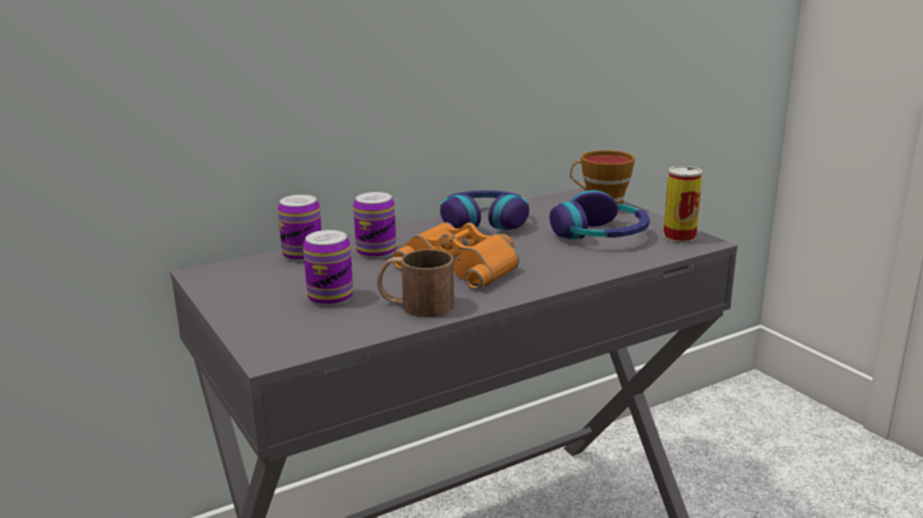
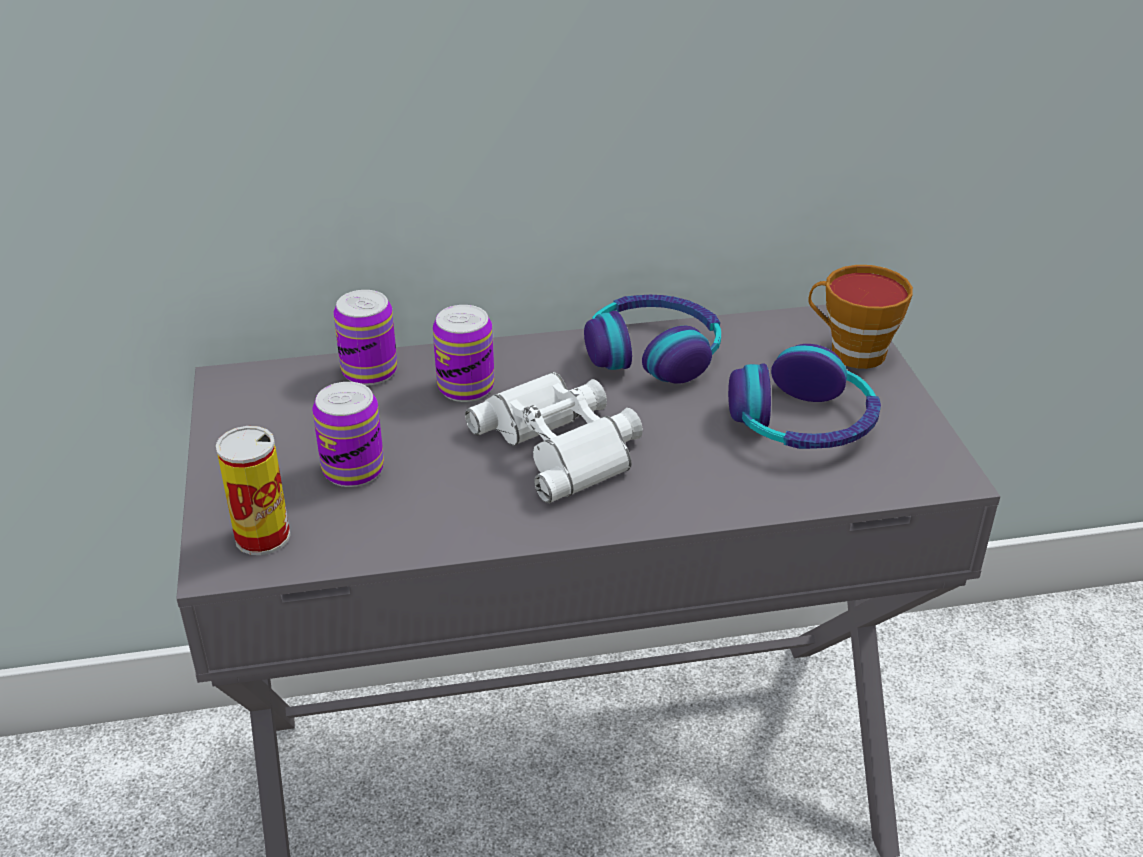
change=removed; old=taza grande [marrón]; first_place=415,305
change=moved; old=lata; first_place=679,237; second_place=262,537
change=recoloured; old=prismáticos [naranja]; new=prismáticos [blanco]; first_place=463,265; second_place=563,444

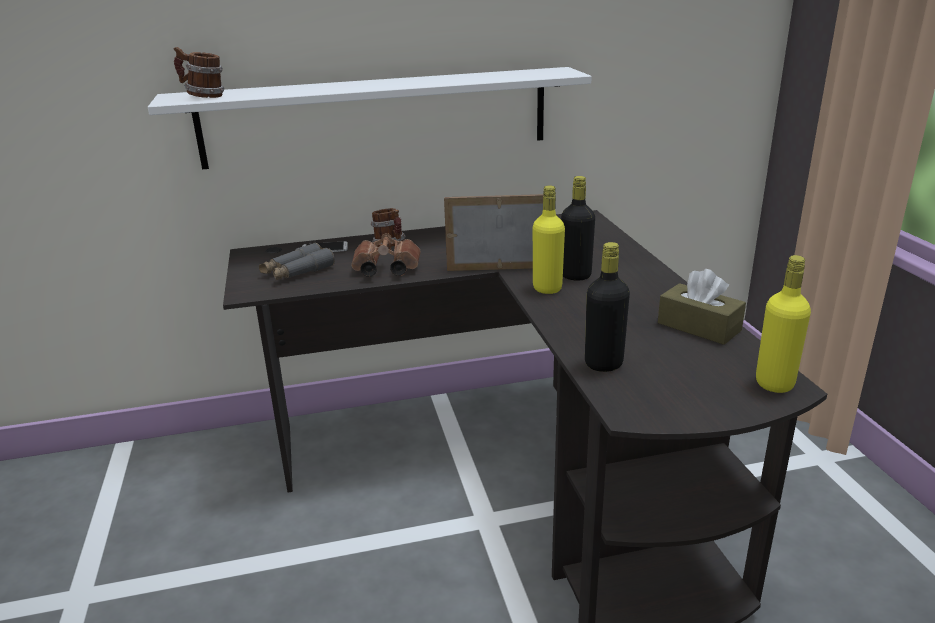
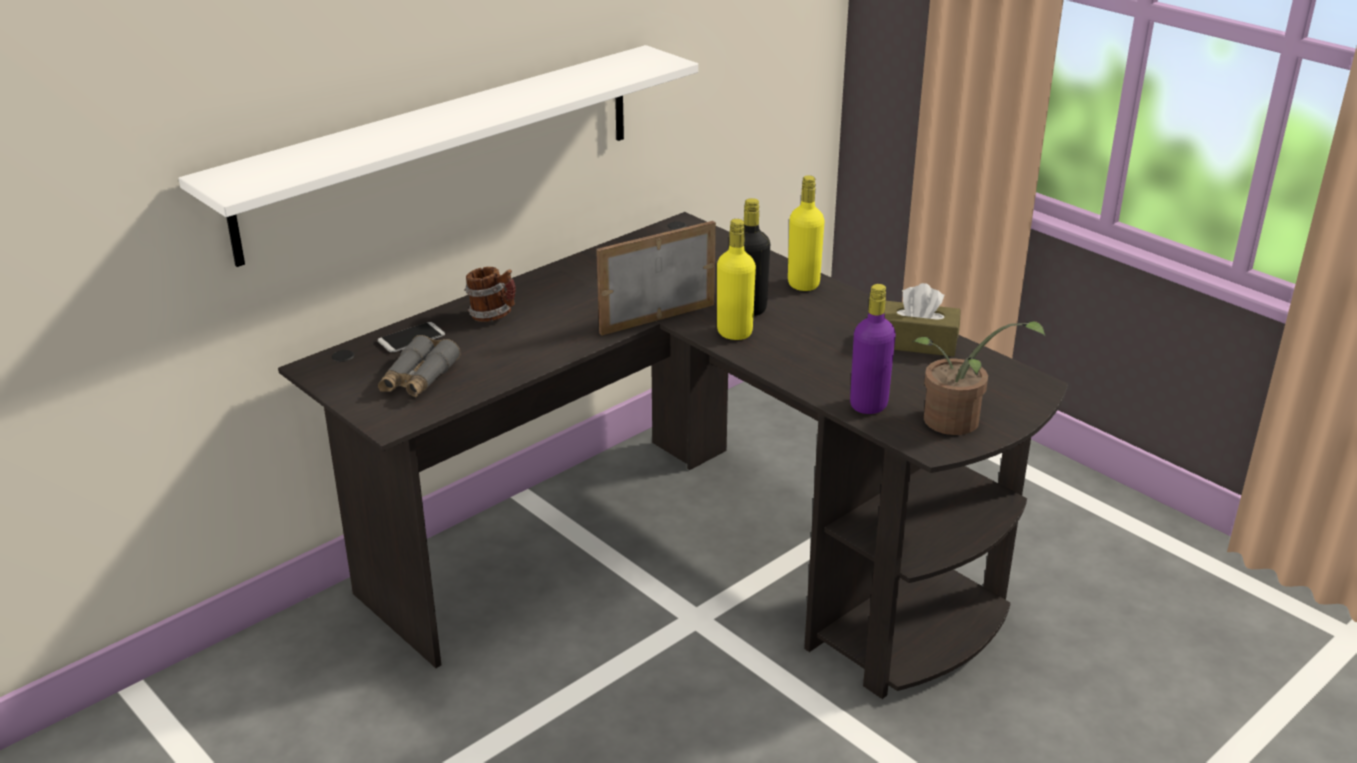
change=removed; old=taza grande; first_place=203,96
change=removed; old=prismáticos [marrón]; first_place=384,271
change=added; new=planta en maceta; second_place=957,424
change=moved; old=botella [amarillo]; first_place=774,383; second_place=803,284
change=recoloured; old=botella [negro]; new=botella [morado]; first_place=603,364; second_place=868,405

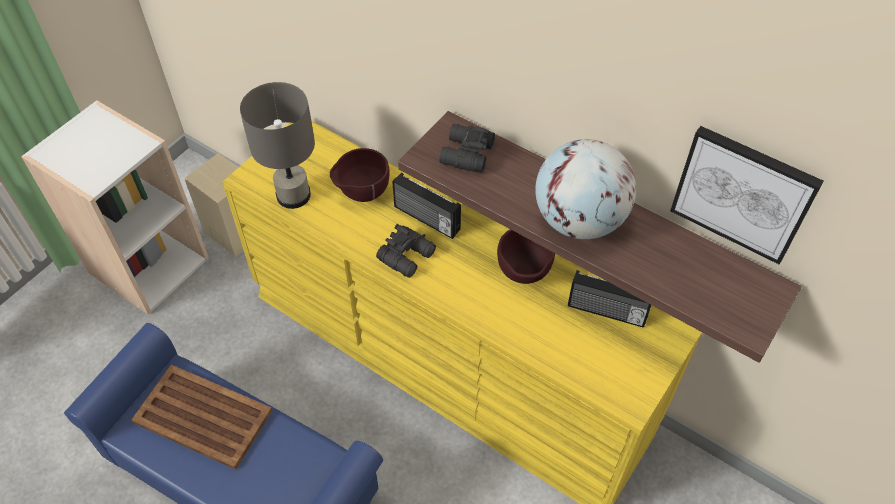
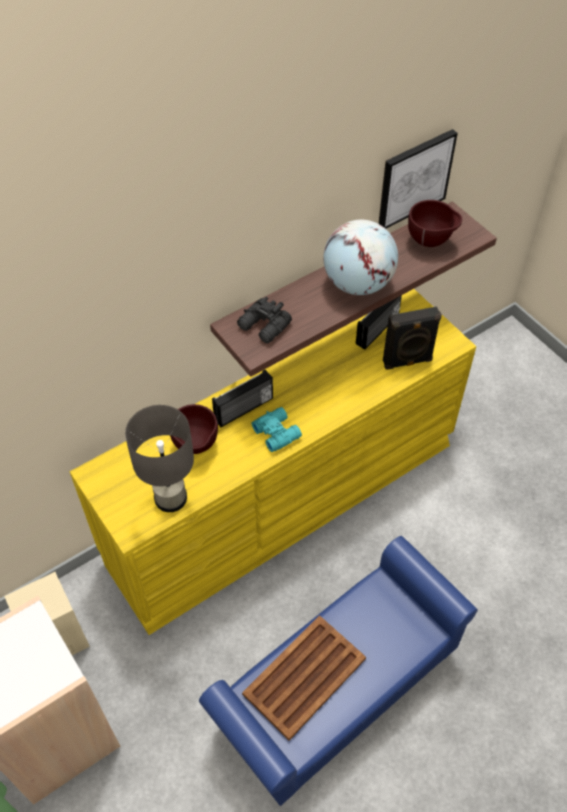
change=added; new=altavoz [negro]; second_place=407,362
change=moved; old=cuenco [marrón]; first_place=523,275; second_place=430,242
change=recoloured; old=prismáticos [negro]; new=prismáticos [turquesa]; first_place=408,256; second_place=277,432

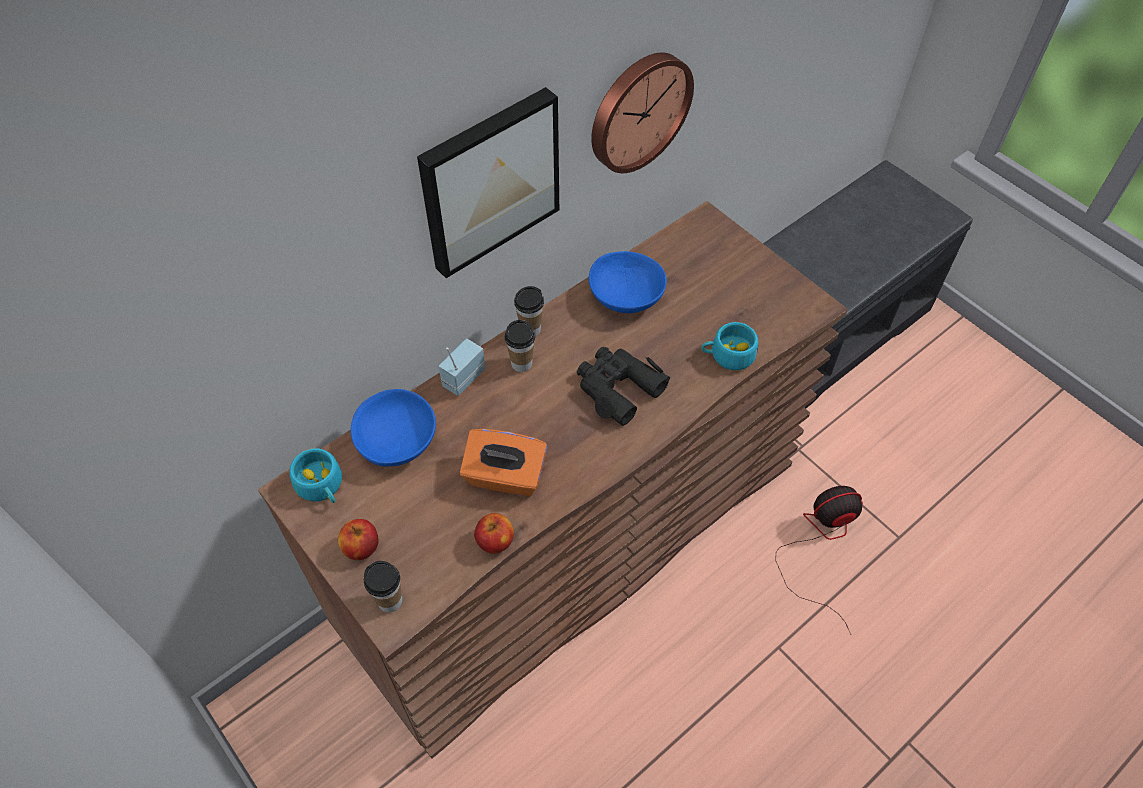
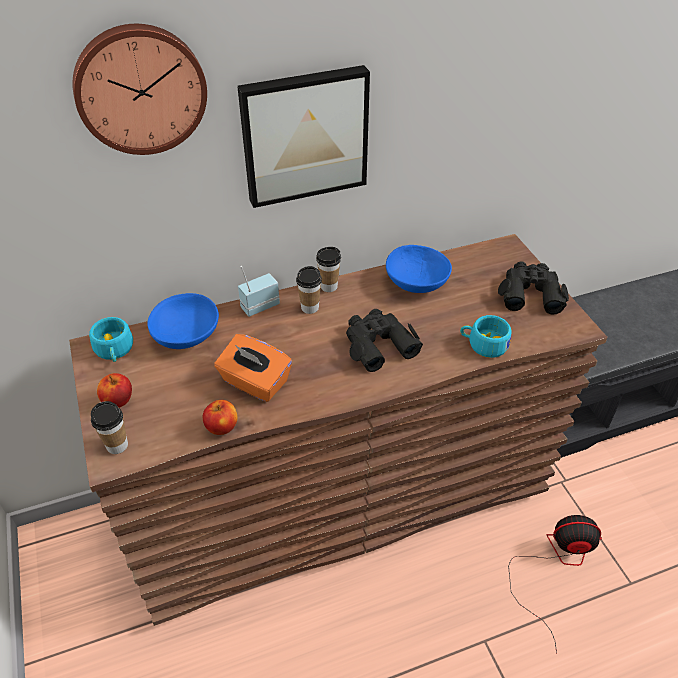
change=added; new=prismáticos [negro]; second_place=530,293
change=moved; old=reloj de pared; first_place=638,110; second_place=140,89

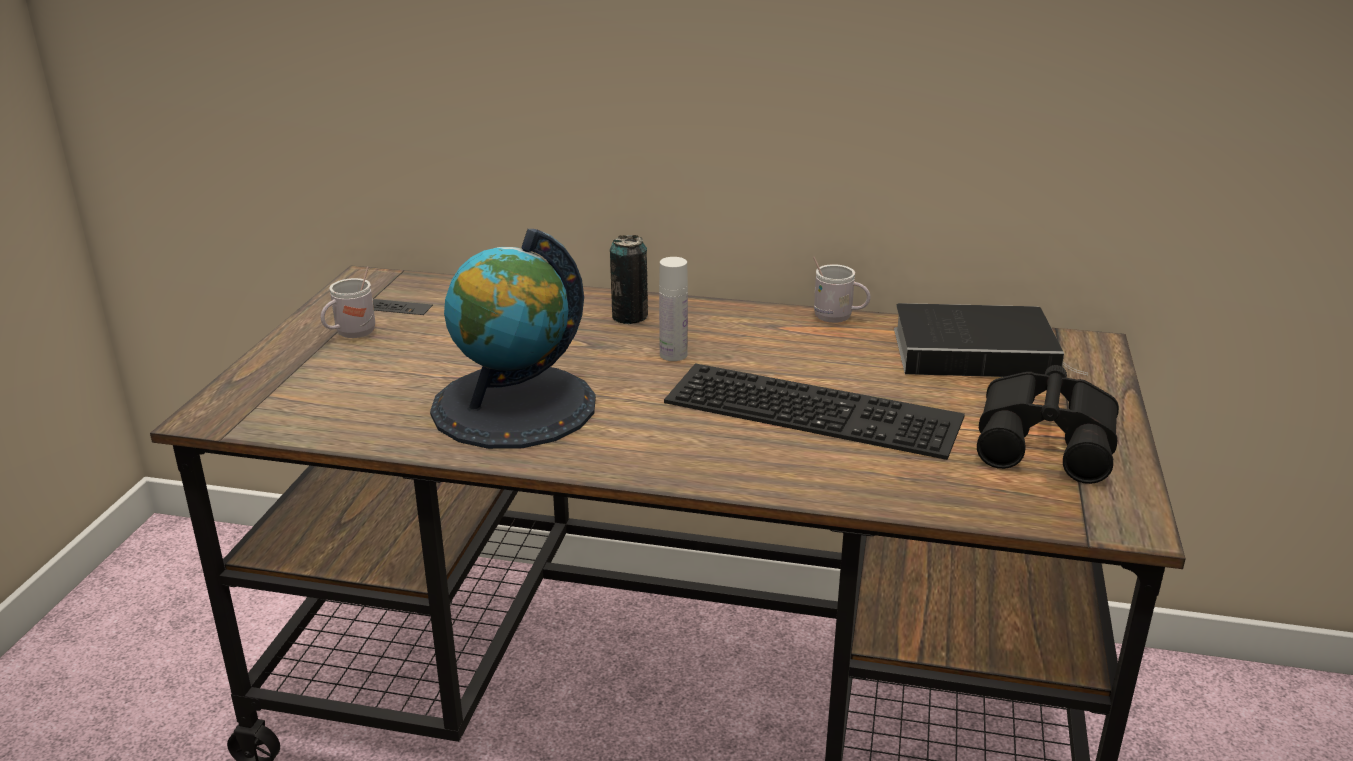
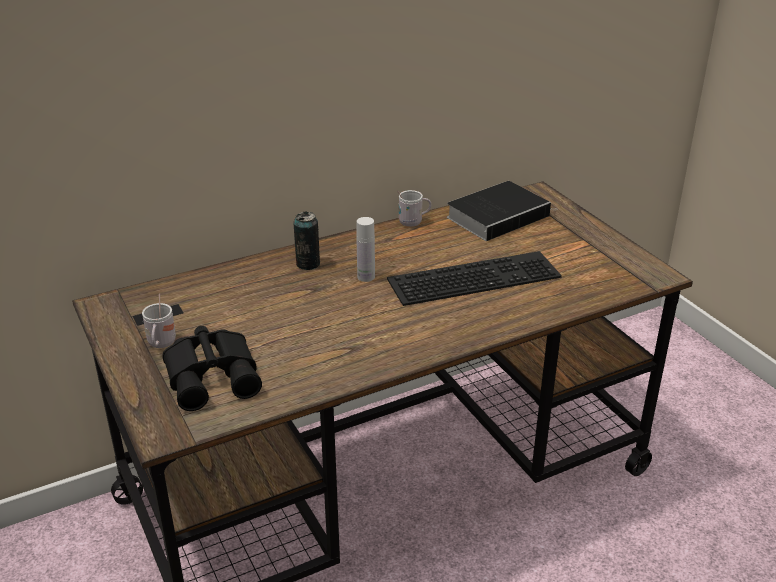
change=removed; old=globo terráqueo; first_place=514,406
change=moved; old=prismáticos [negro]; first_place=1049,439; second_place=214,375

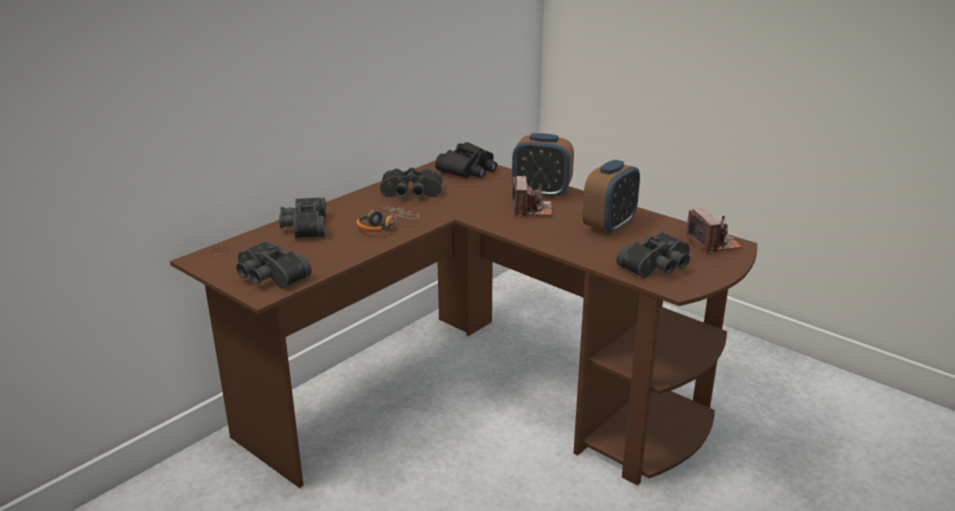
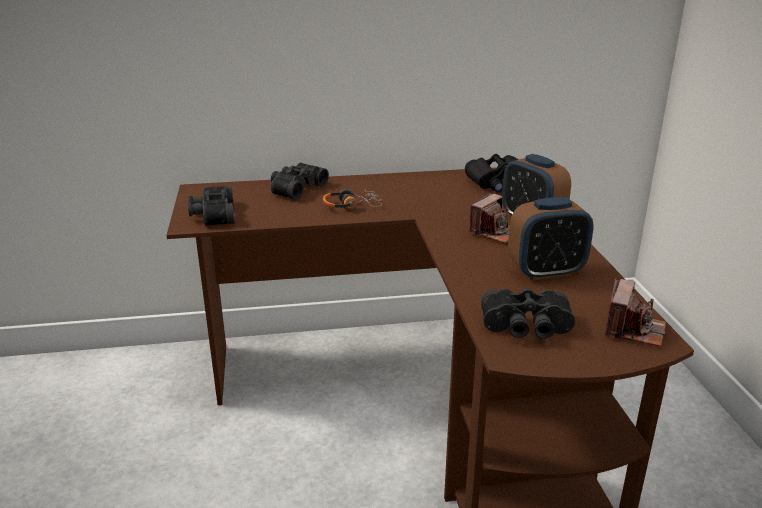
change=removed; old=prismáticos [negro]; first_place=411,194

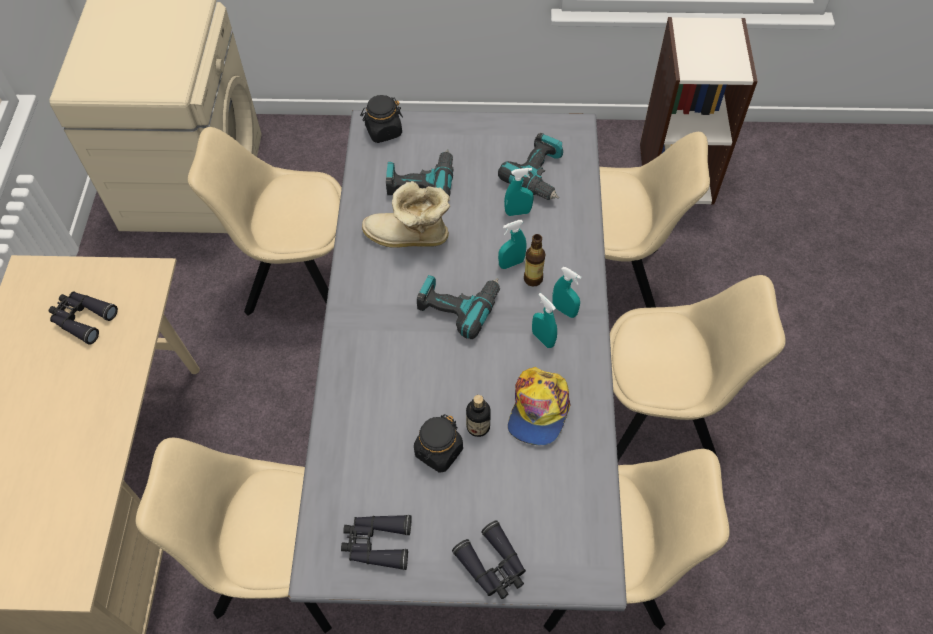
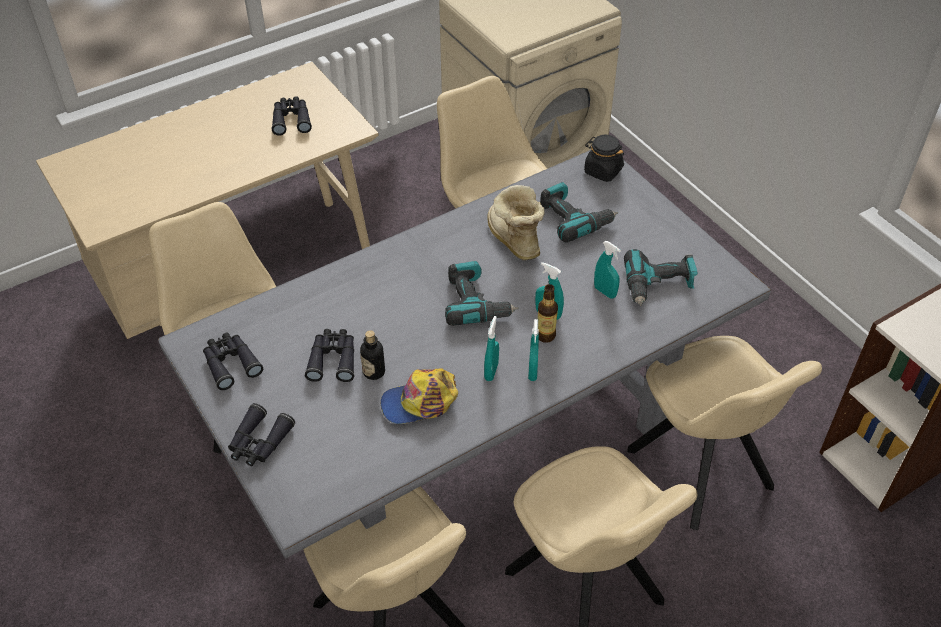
change=replaced; old=tarro [negro]; new=prismáticos [negro]; first_place=438,451; second_place=333,359

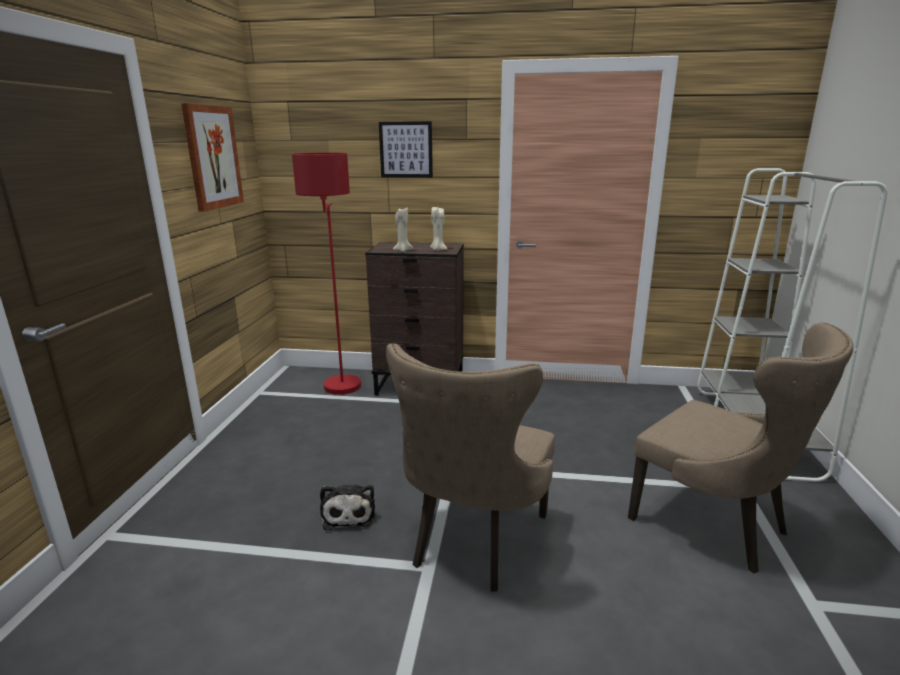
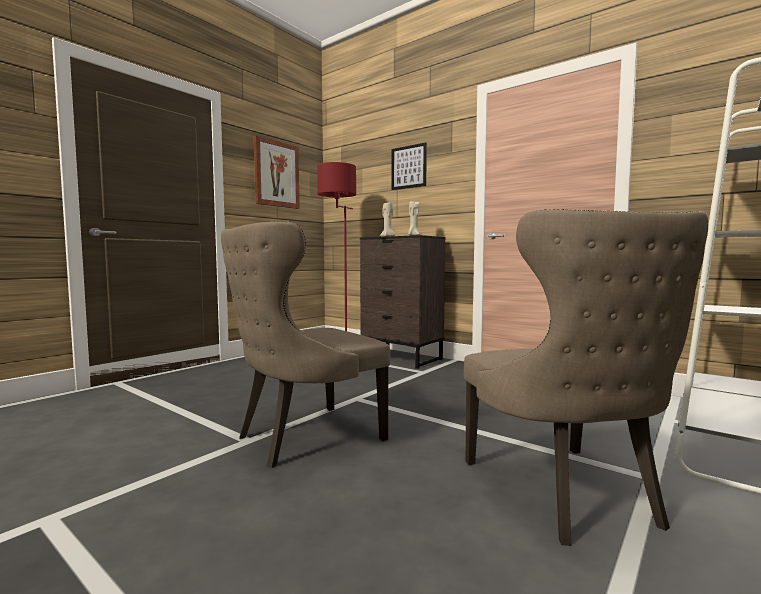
change=removed; old=peluche; first_place=349,513

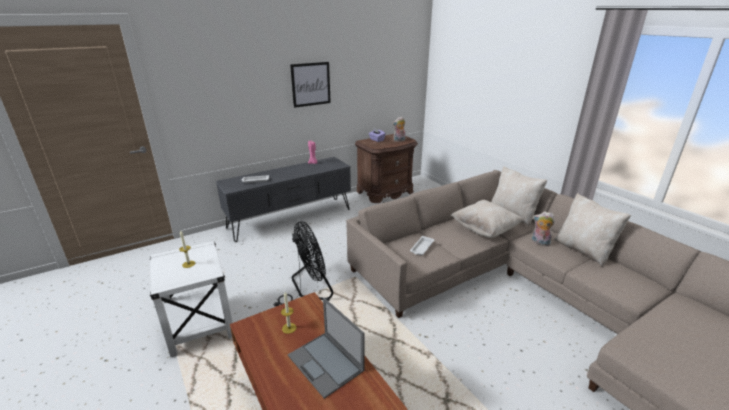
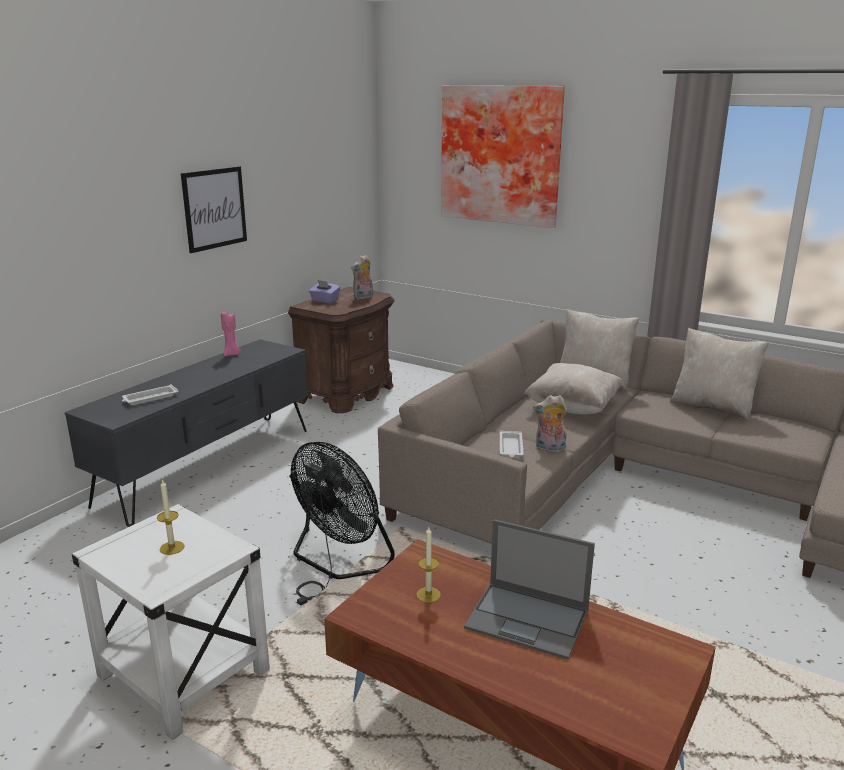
change=added; new=cuadro; second_place=501,155
change=moved; old=peluche; first_place=539,243; second_place=549,449

